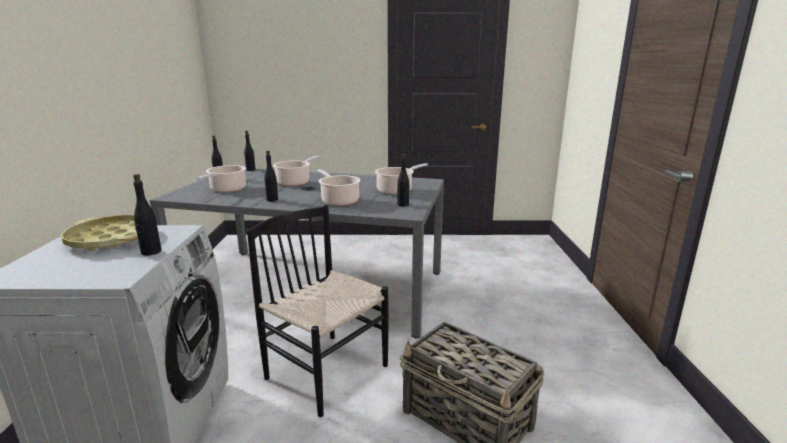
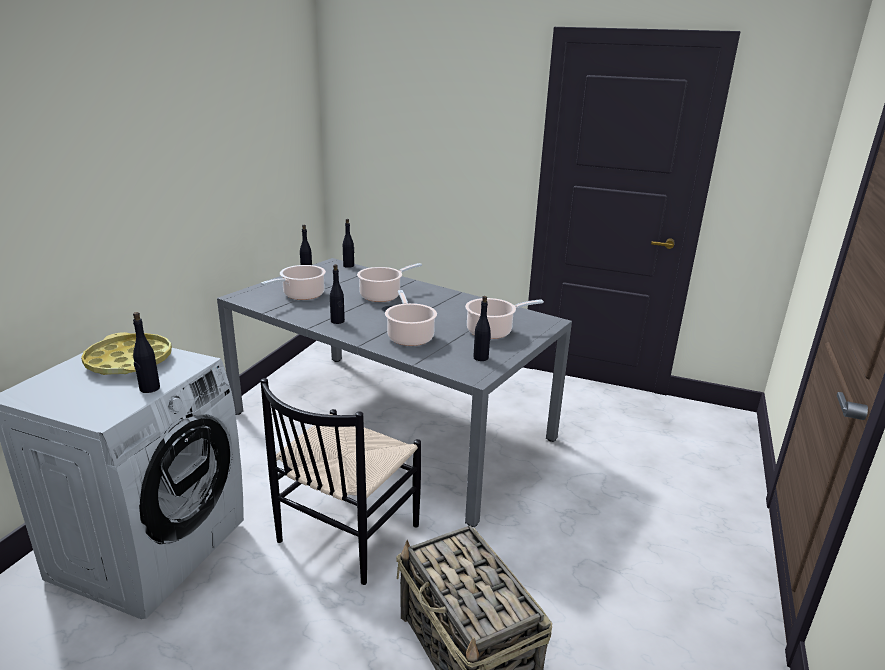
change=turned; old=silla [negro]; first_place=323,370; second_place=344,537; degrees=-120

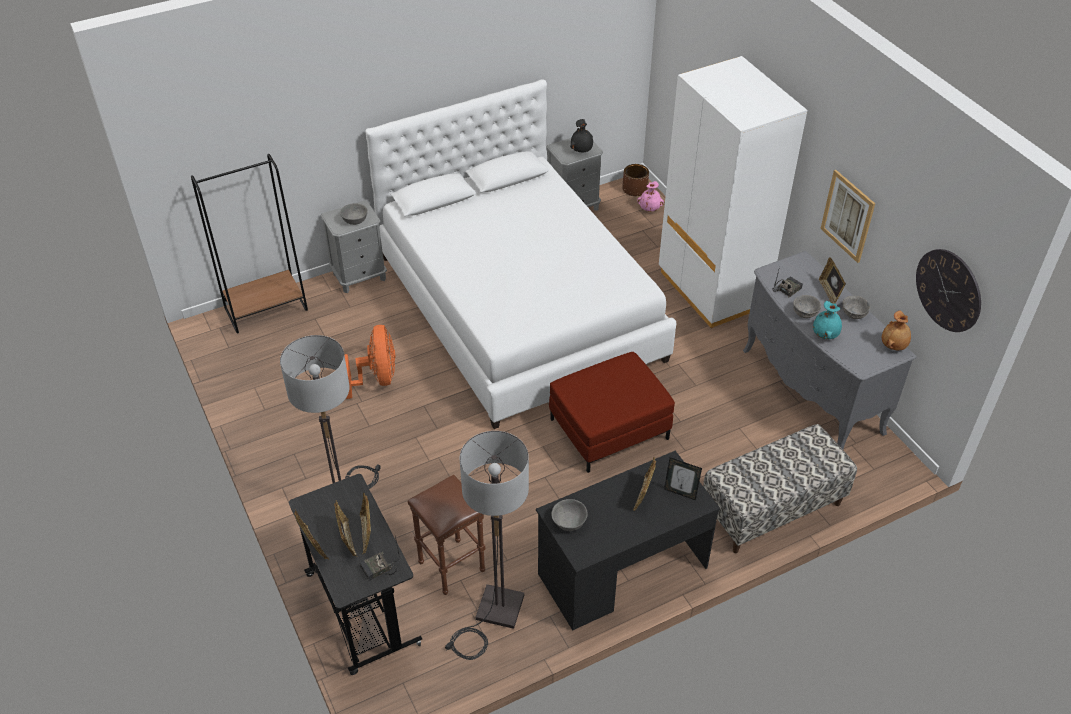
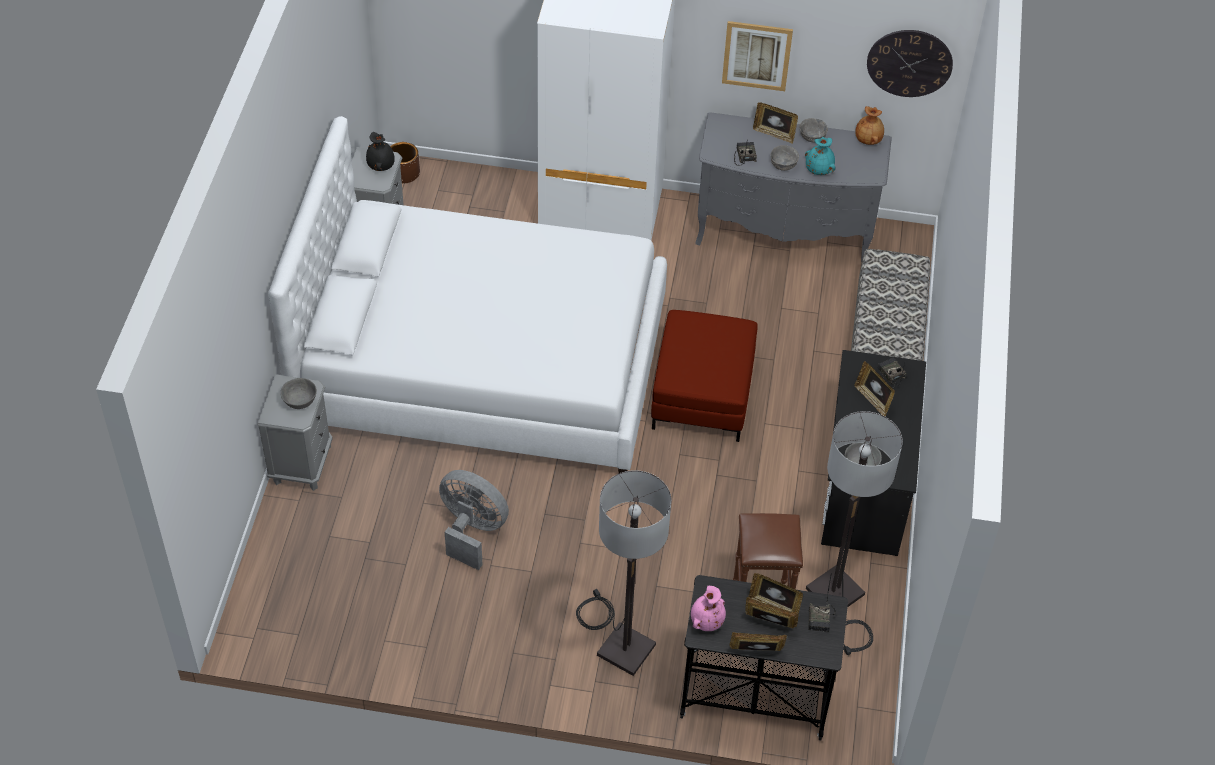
change=removed; old=perchero; first_place=266,310
change=moved; old=florero [rosa]; first_place=649,208; second_place=706,621
change=replaced; old=portarretratos; new=radio; first_place=680,492; second_place=890,375
change=recoloured; old=ventilador [naranja]; new=ventilador [gris]; first_place=377,378; second_place=472,530

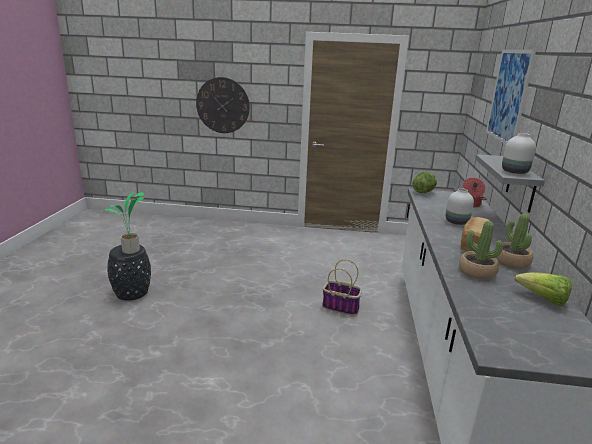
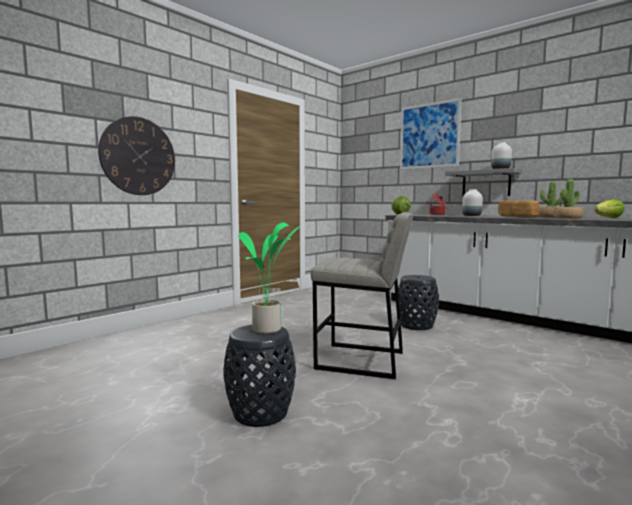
change=added; new=silla [gris]; second_place=363,360
change=replaced; old=cesta; new=taburete [negro]; first_place=341,307; second_place=416,325

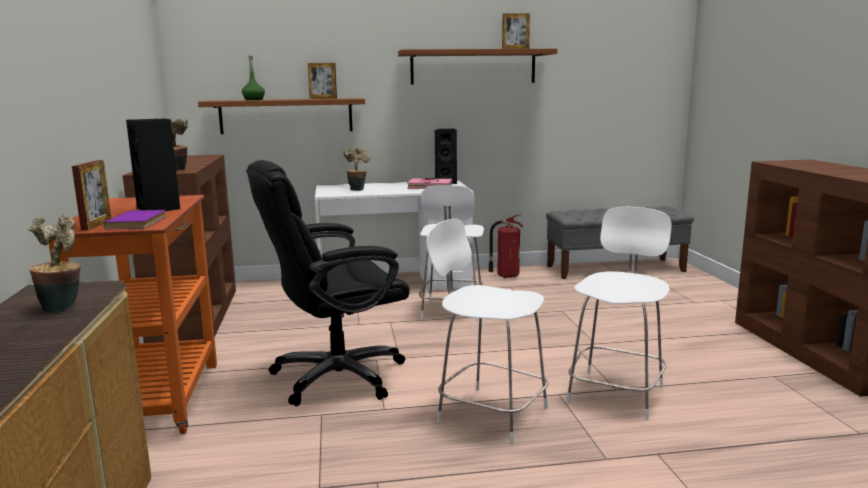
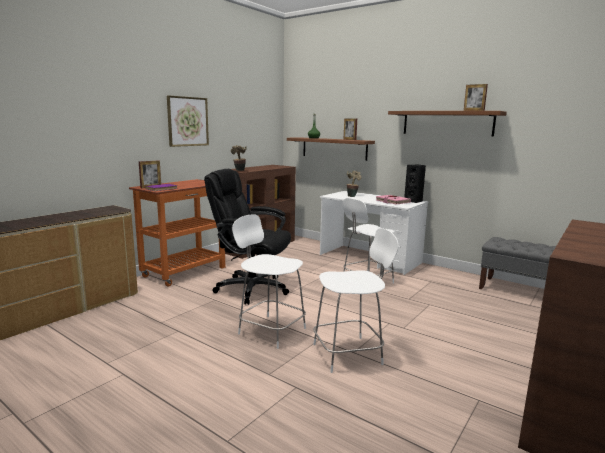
change=removed; old=planta en maceta; first_place=63,306
change=removed; old=altavoz [negro]; first_place=159,209
change=removed; old=extintor; first_place=506,276
change=added; new=cuadro; second_place=187,121
change=turned; old=silla [blanco]; first_place=489,413; second_place=270,330; degrees=-45

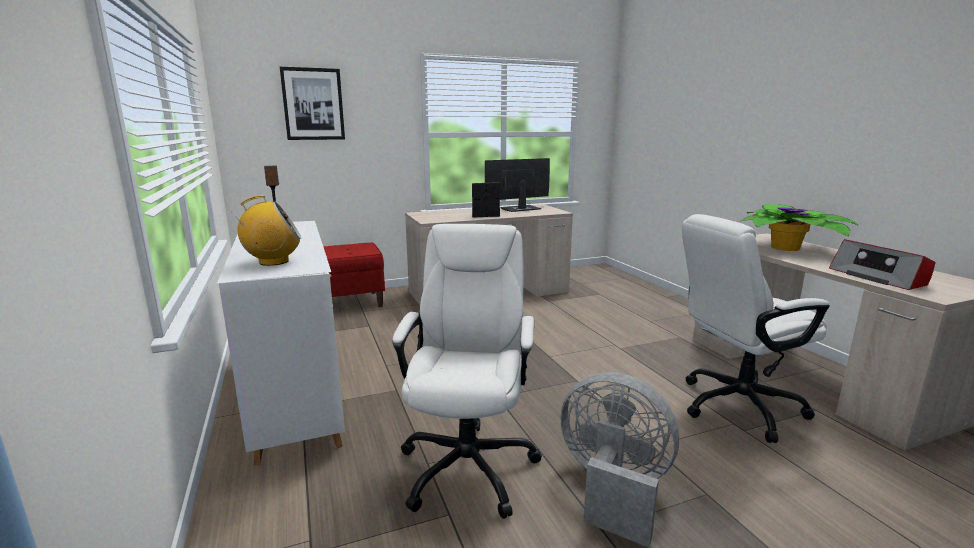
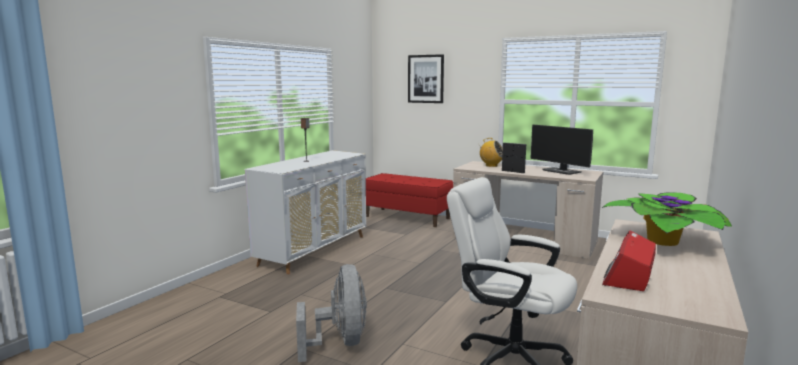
change=removed; old=silla de oficina [blanco]; first_place=468,464
change=moved; old=radio; first_place=273,262; second_place=491,165
change=turned; old=monitor; first_place=519,209; second_place=562,171; degrees=-150

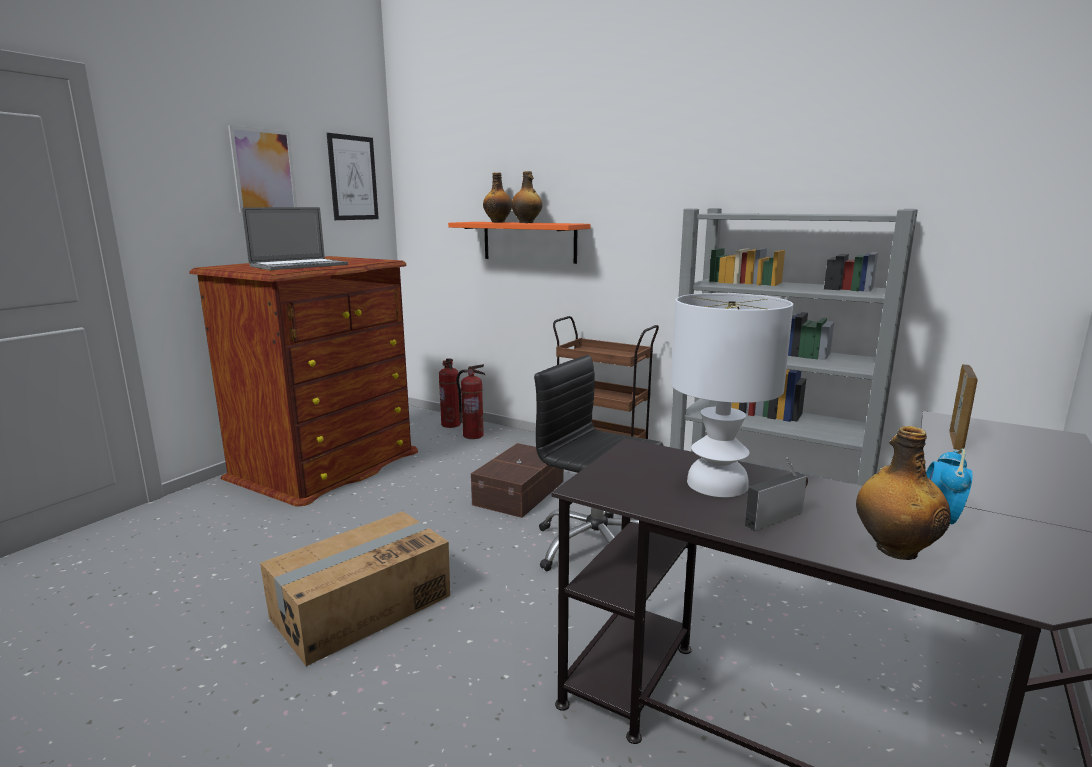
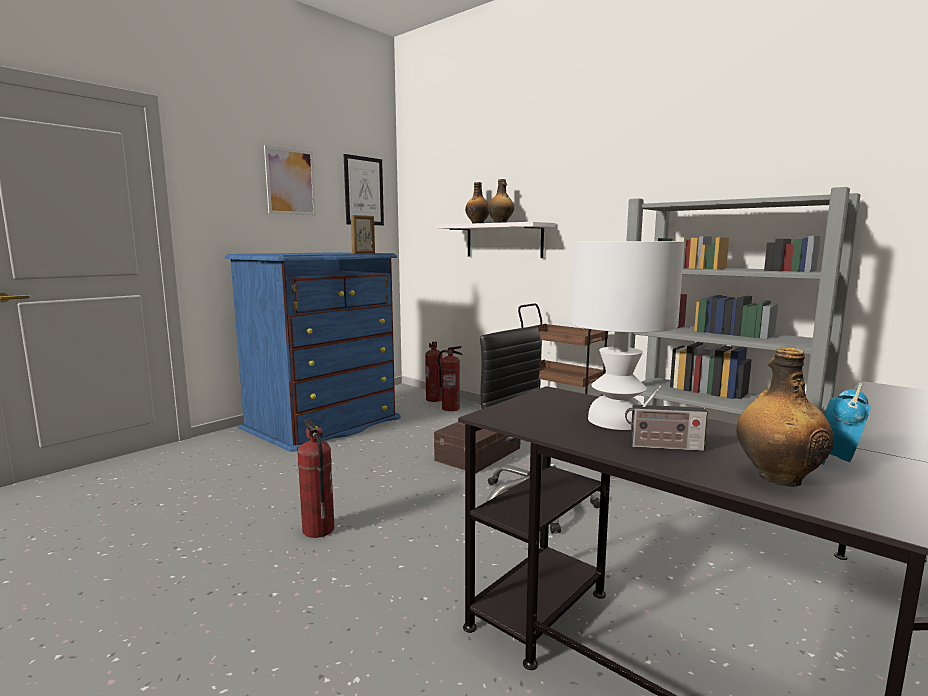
change=removed; old=portátil; first_place=299,265
change=moved; old=portarretratos; first_place=956,441; second_place=364,253
change=replaced; old=caja de cartón; new=extintor; first_place=361,606; second_place=317,530
change=recoloured; old=cómoda [marrón]; new=cómoda [azul]; first_place=327,463; second_place=324,422
change=recoloured; old=estante [naranja]; new=estante [blanco]; first_place=529,242; second_place=504,240
change=turned; old=radio; first_place=775,518; second_place=662,447; degrees=-150

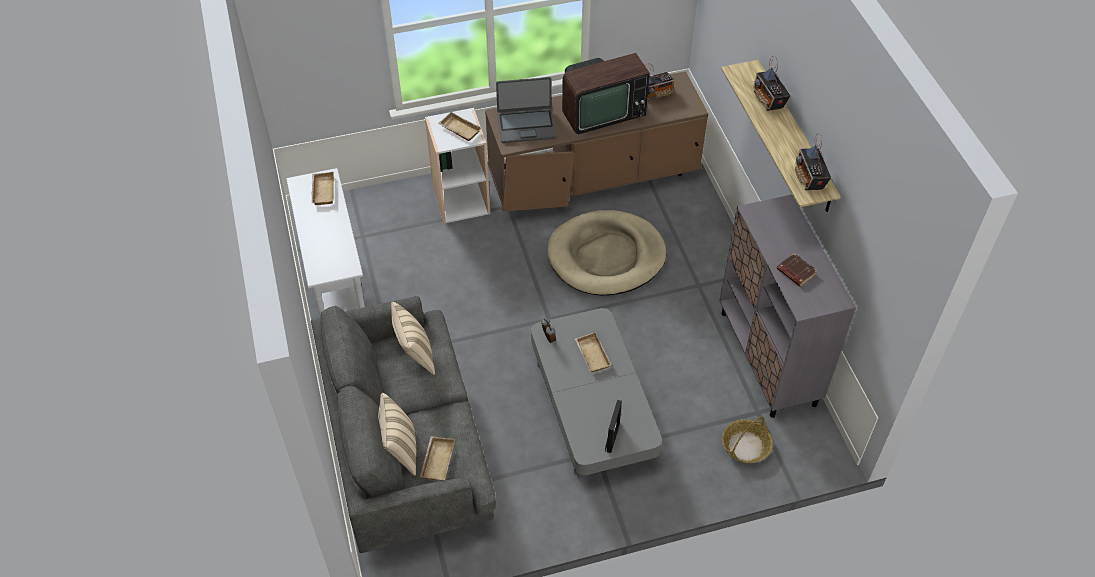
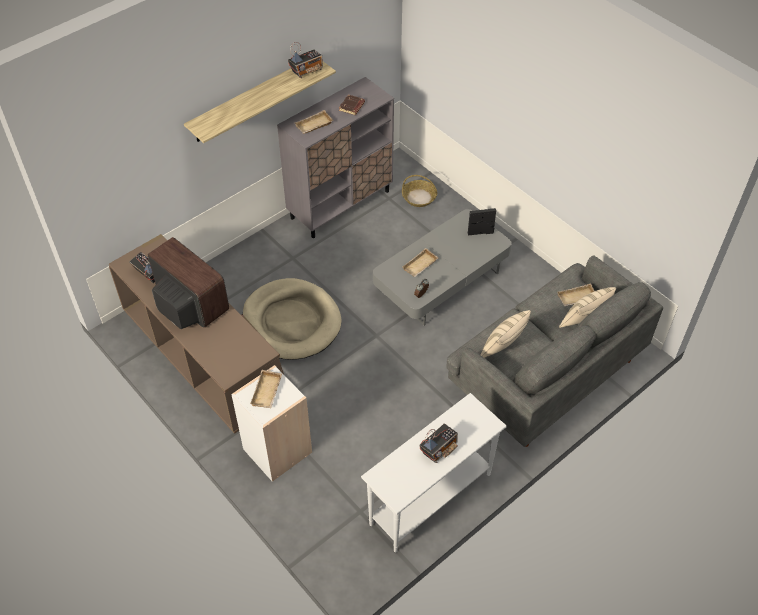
change=removed; old=portátil; first_place=526,126
change=moved; old=bandeja [beis]; first_place=322,190; second_place=314,126
change=moved; old=radio; first_place=768,100; second_place=439,449

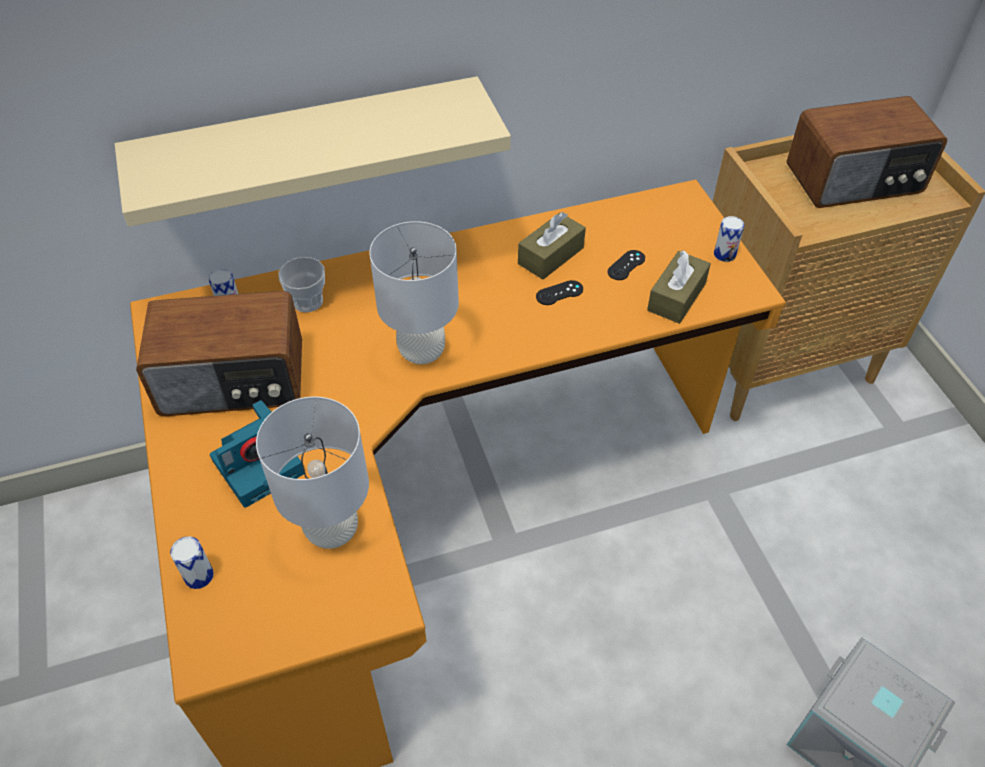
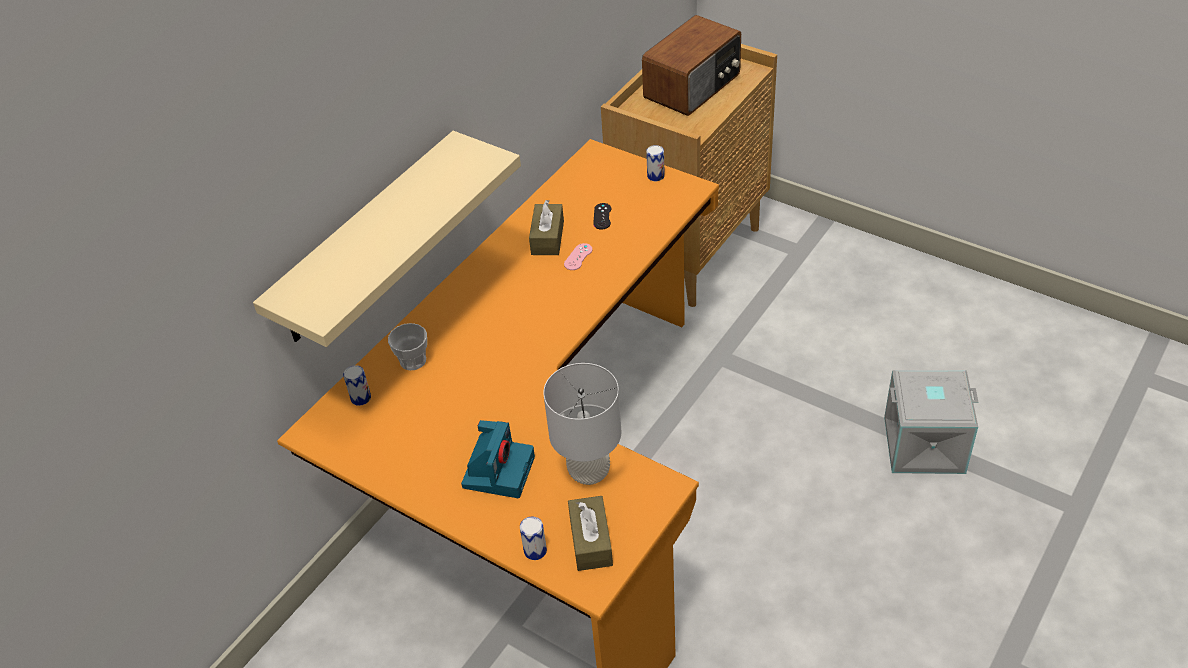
change=removed; old=radio; first_place=233,381
change=removed; old=lámpara de mesa [gris]; first_place=423,353
change=moved; old=caja de pañuelos [marrón]; first_place=676,297; second_place=591,541
change=recoloured; old=mando de consola [negro]; new=mando de consola [rosa]; first_place=559,293; second_place=578,257

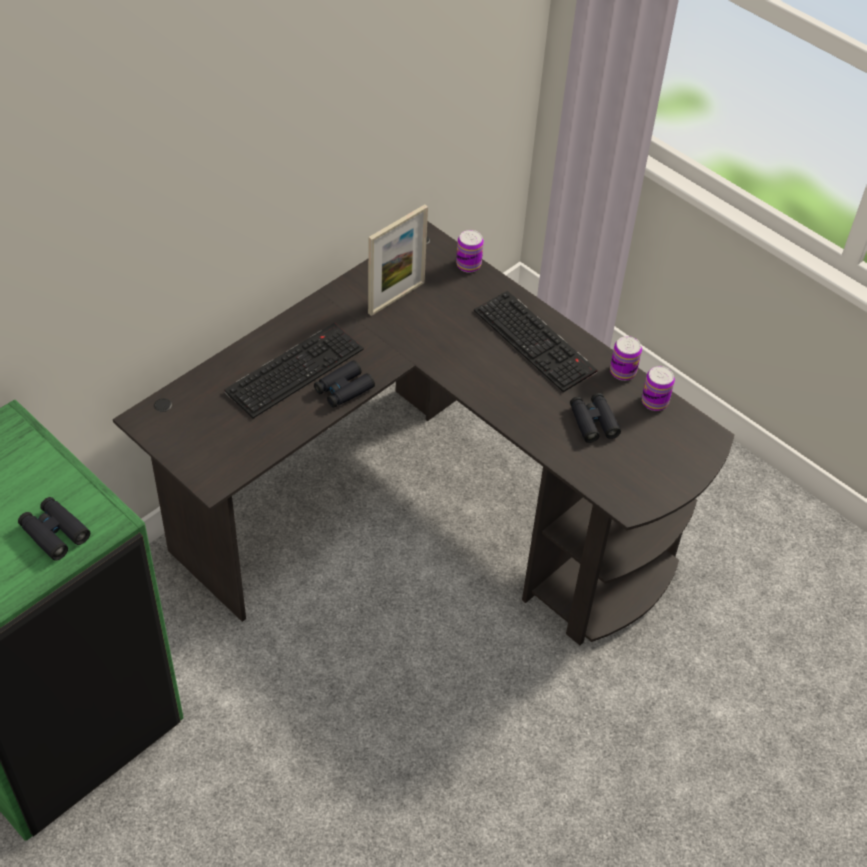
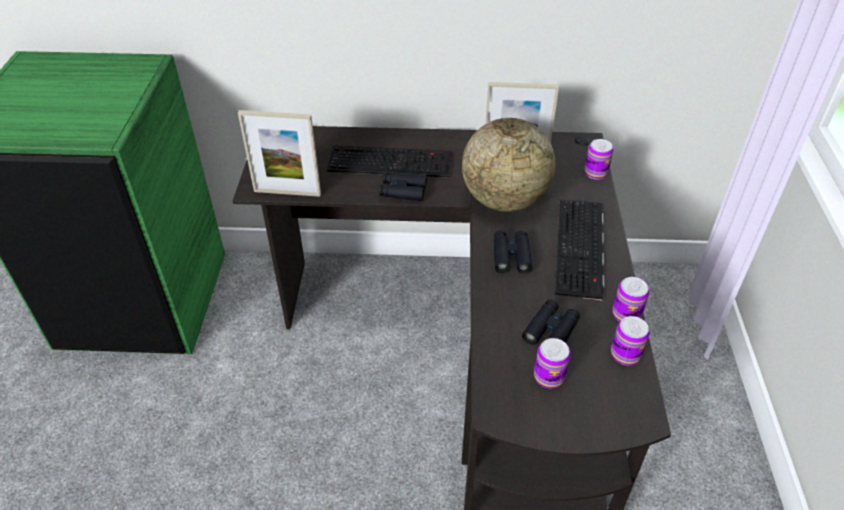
change=added; new=portarretratos; second_place=287,192
change=added; new=globo terráqueo; second_place=504,200
change=added; new=lata; second_place=549,377
change=moved; old=prismáticos [negro]; first_place=54,533; second_place=511,256

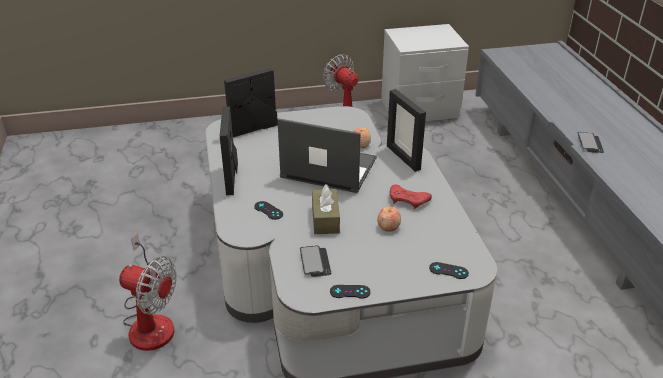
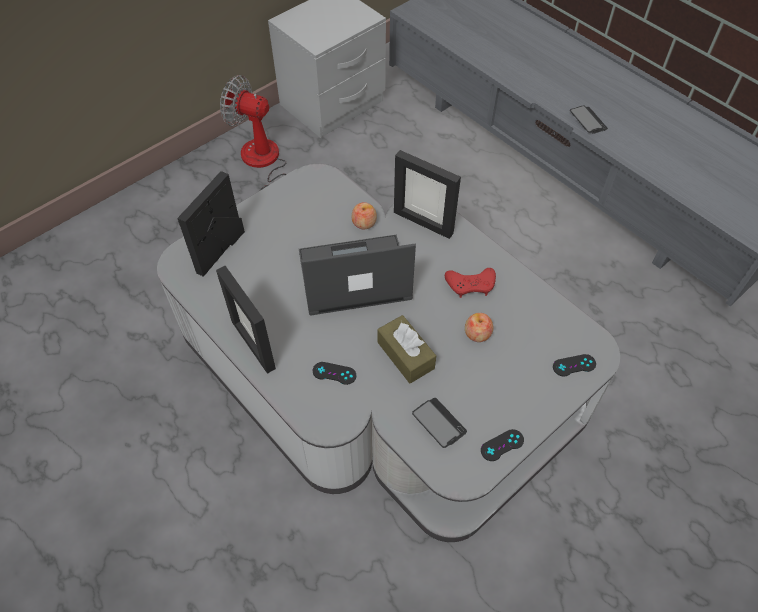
change=removed; old=ventilador; first_place=150,320

